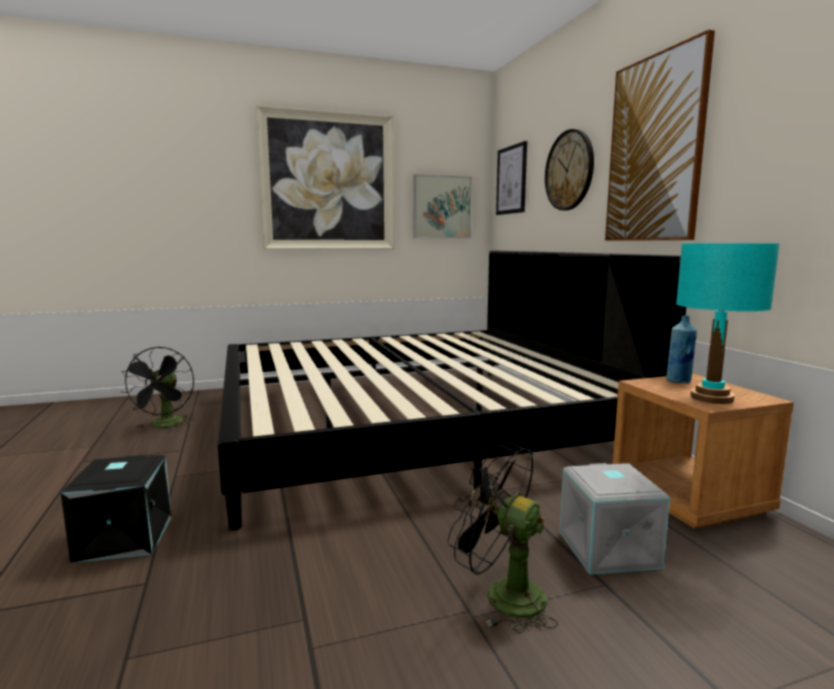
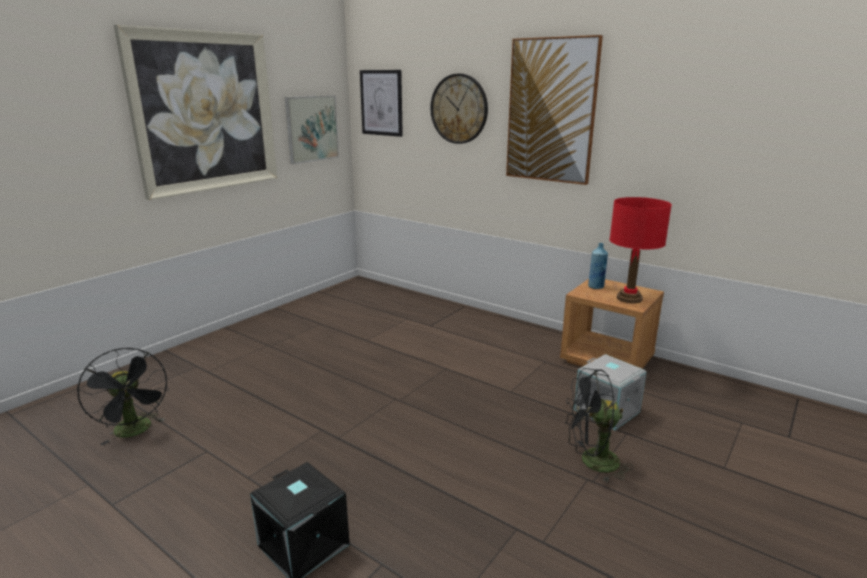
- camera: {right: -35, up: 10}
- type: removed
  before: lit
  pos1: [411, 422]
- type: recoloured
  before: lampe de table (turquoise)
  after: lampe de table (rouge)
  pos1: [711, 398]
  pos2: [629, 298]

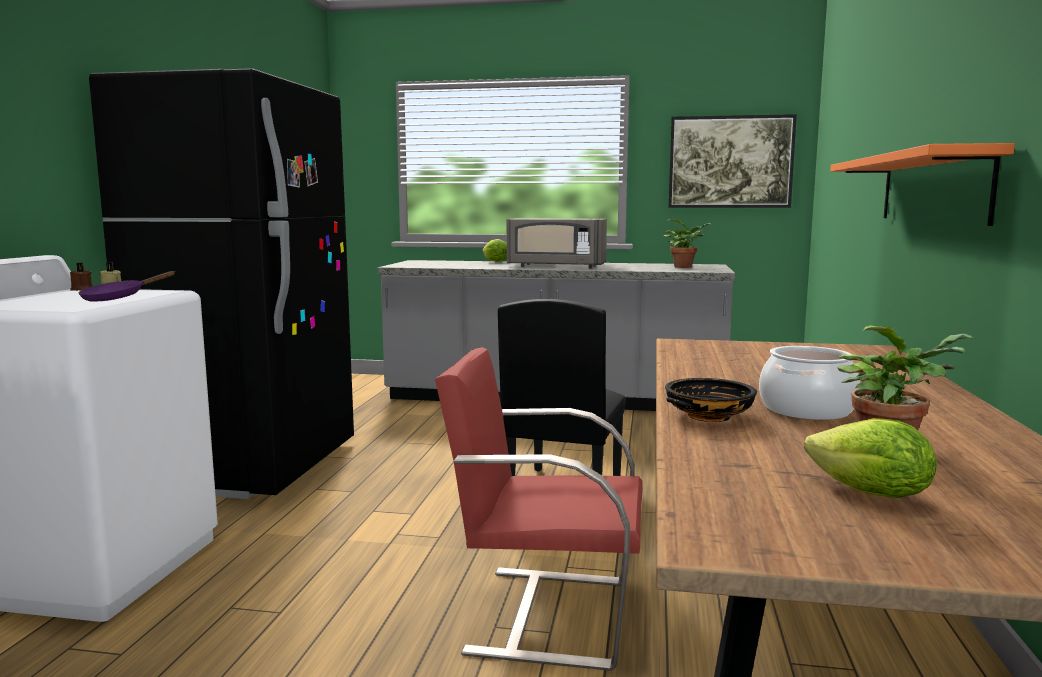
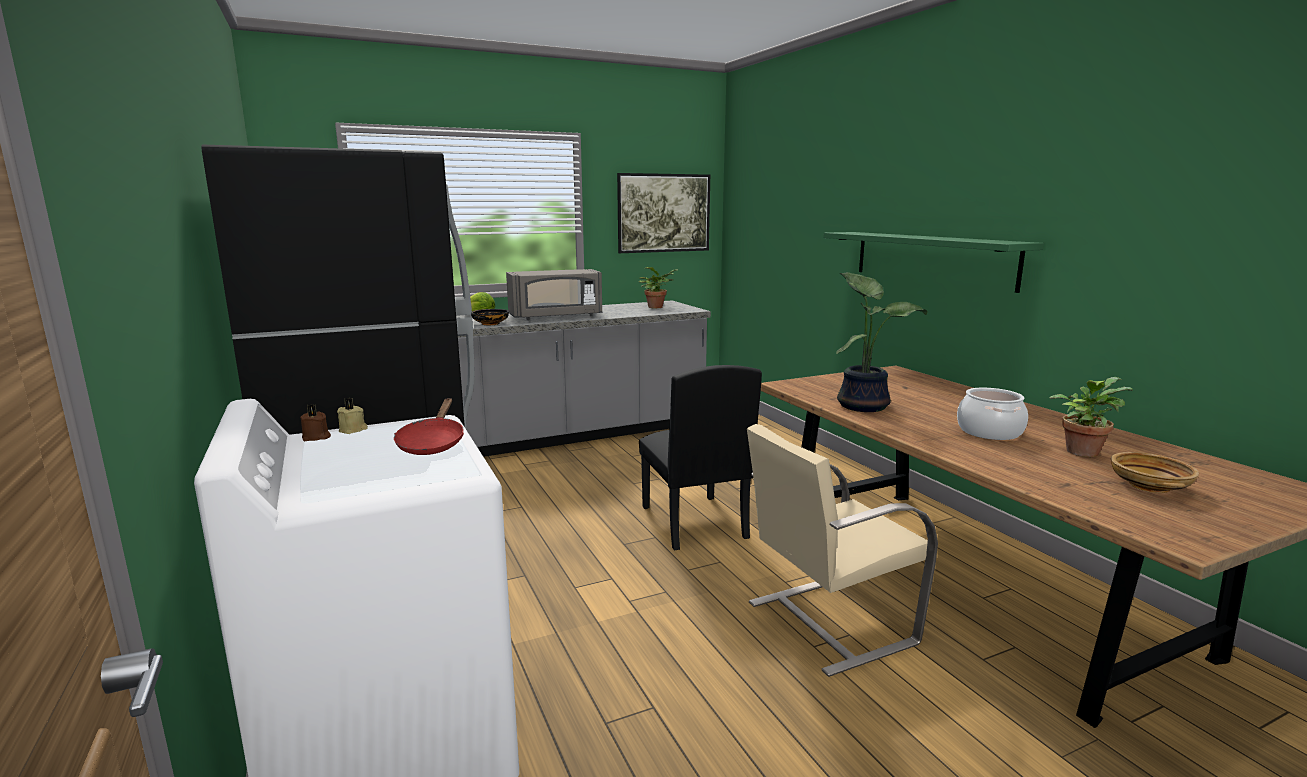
- camera: {right: -35, up: 5}
- type: added
  after: plante en pot
  pos2: [863, 405]
- type: moved
  before: bol (noir)
  pos1: [709, 415]
  pos2: [490, 323]
- type: replaced
  before: laitue
  after: bol (beige)
  pos1: [871, 494]
  pos2: [1150, 486]
- type: recoloured
  before: poêle (violet)
  after: poêle (rouge)
  pos1: [119, 298]
  pos2: [432, 443]
- type: recoloured
  before: chaise (rouge)
  after: chaise (beige)
  pos1: [545, 613]
  pos2: [827, 622]
- type: recoloured
  before: étagère (orange)
  after: étagère (vert)
  pos1: [931, 188]
  pos2: [931, 259]

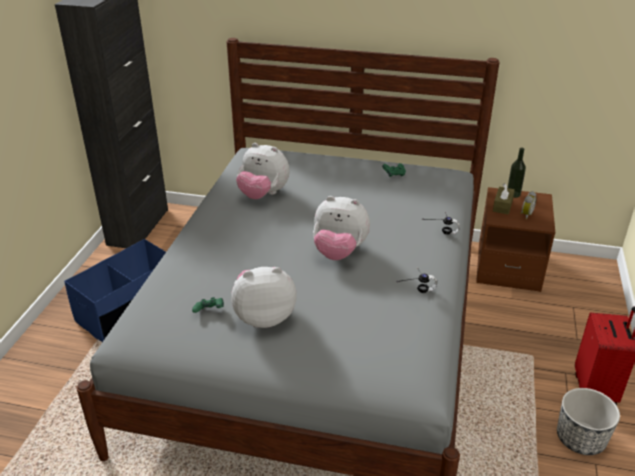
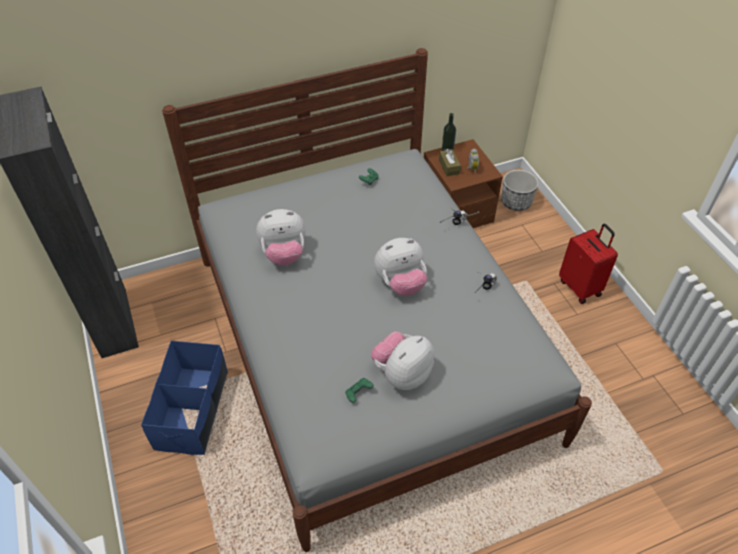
- camera: {right: -35, up: 15}
- type: moved
  before: cache-pot
  pos1: [580, 438]
  pos2: [515, 202]

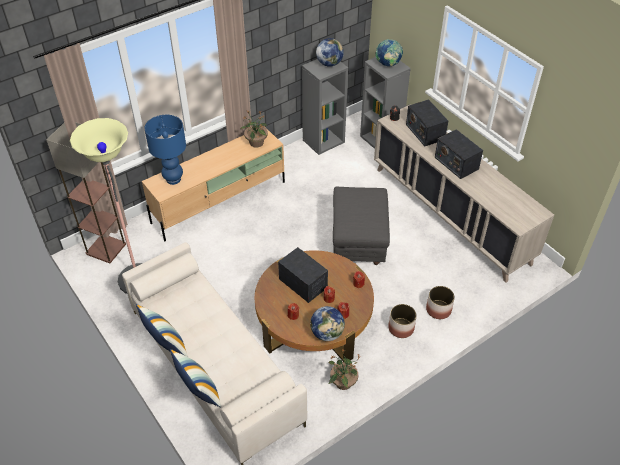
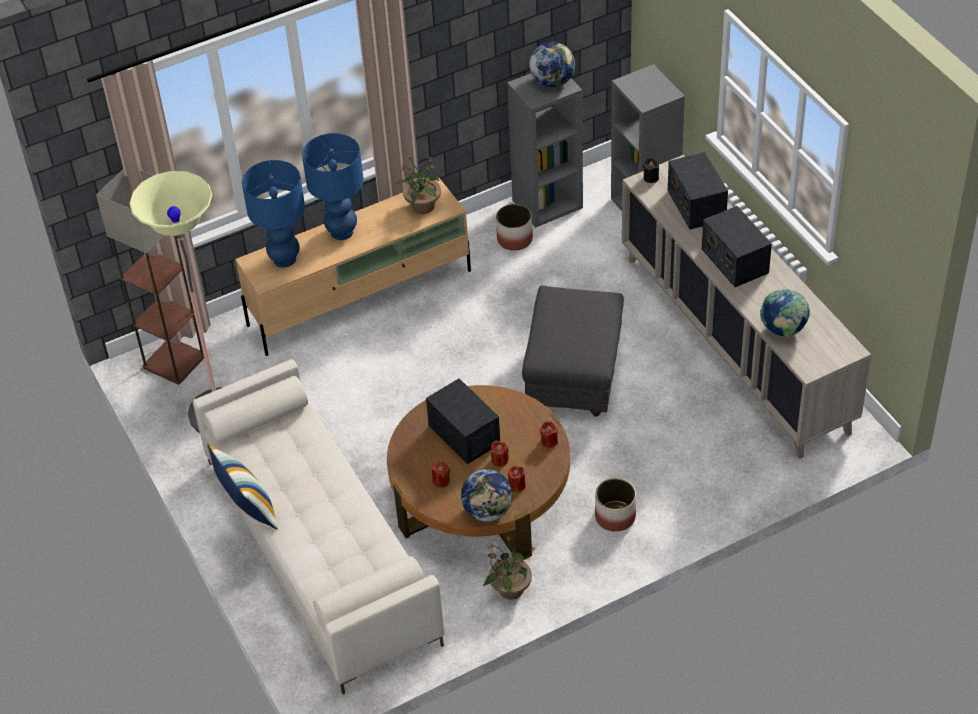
- camera: {right: 10, up: 0}
- type: removed
  before: coussin
  pos1: [199, 392]
- type: added
  after: lampe de table (bleu)
  pos2: [342, 232]
- type: moved
  before: globe
  pos1: [388, 65]
  pos2: [783, 330]
- type: moved
  before: cache-pot
  pos1: [438, 310]
  pos2: [515, 239]

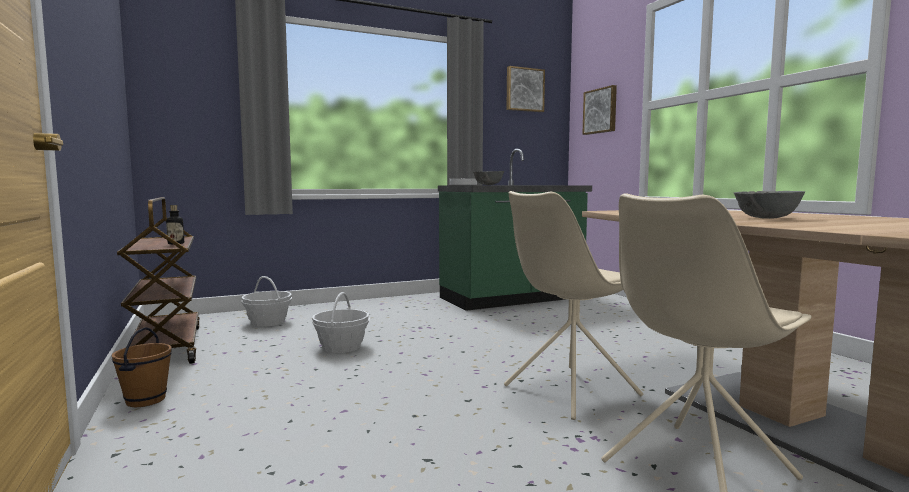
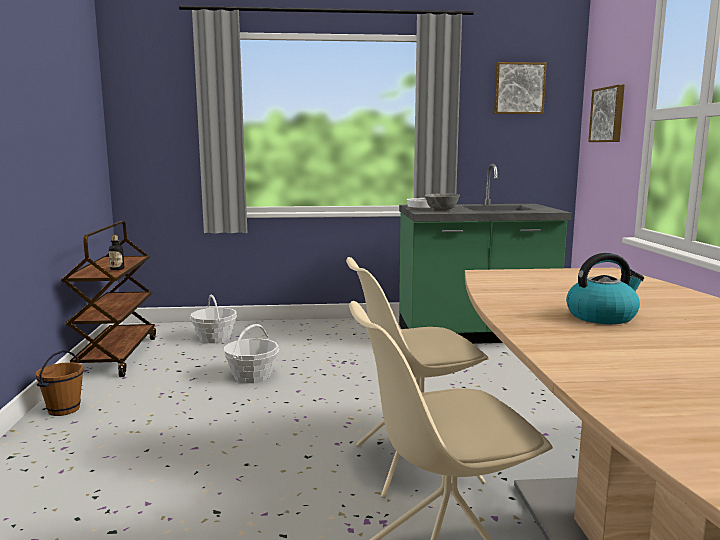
- camera: {right: 20, up: 5}
- type: replaced
  before: bol (gris)
  after: bouilloire
  pos1: [766, 218]
  pos2: [602, 316]

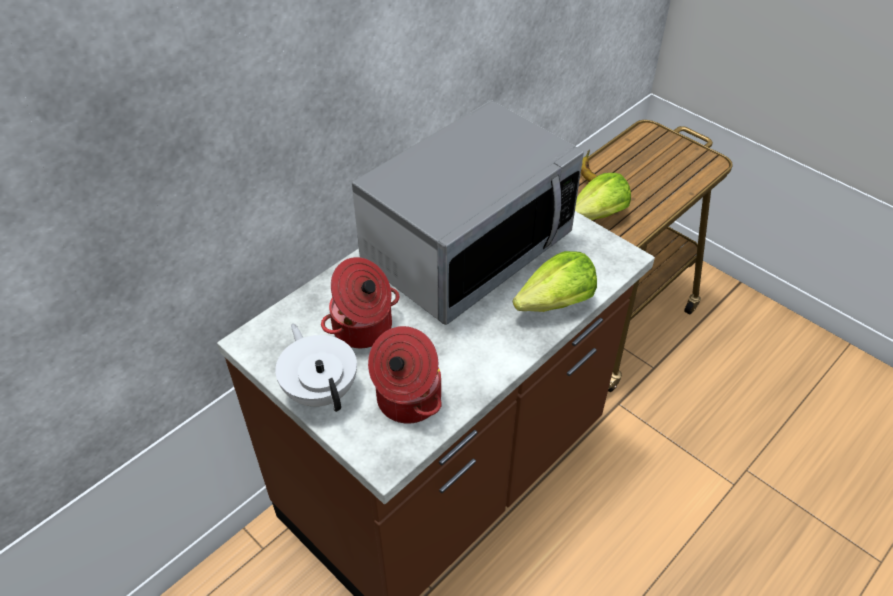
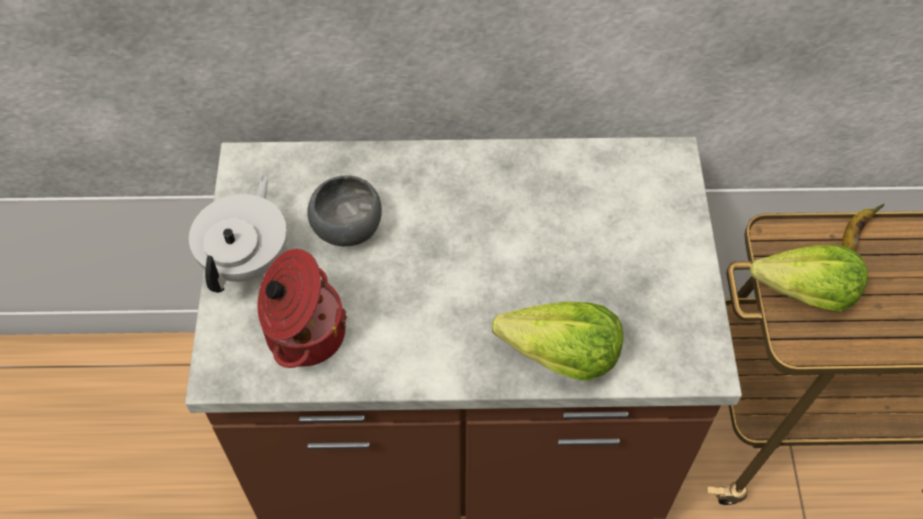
- camera: {right: 45, up: 10}
- type: removed
  before: micro-ondes
  pos1: [467, 249]
- type: replaced
  before: marmite
  after: bol (gris)
  pos1: [363, 329]
  pos2: [349, 229]

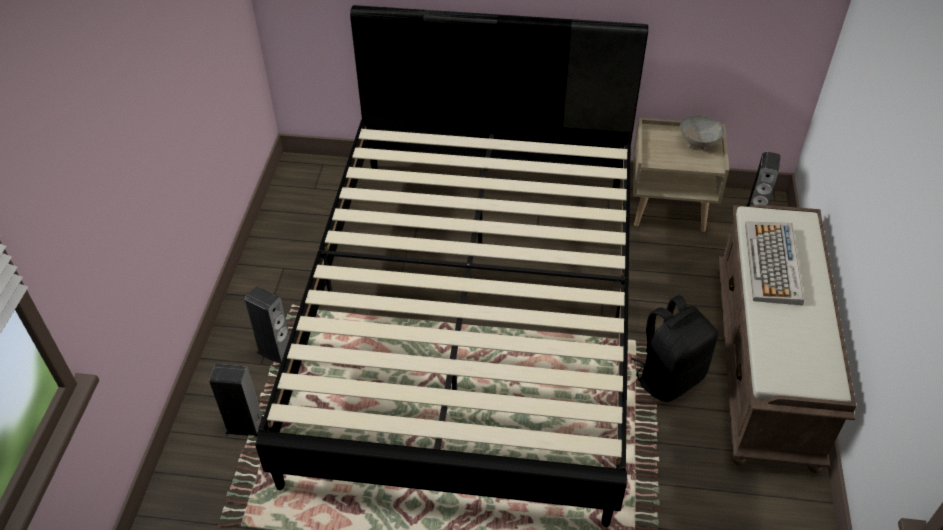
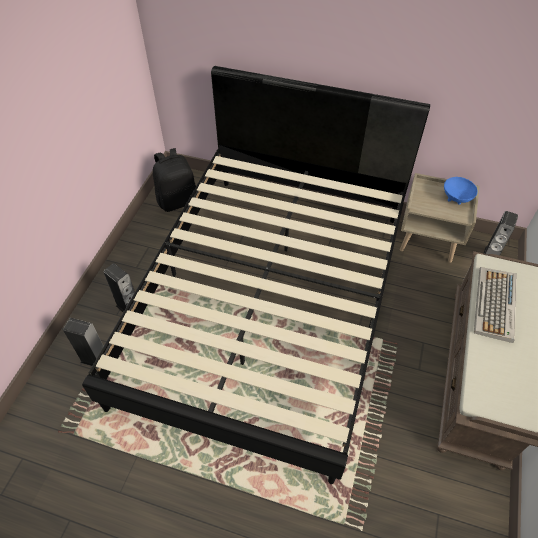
- camera: {right: 10, up: 5}
- type: moved
  before: sac à dos (noir)
  pos1: [669, 376]
  pos2: [178, 200]
- type: recoloured
  before: bol (gris)
  after: bol (bleu)
  pos1: [699, 143]
  pos2: [457, 198]

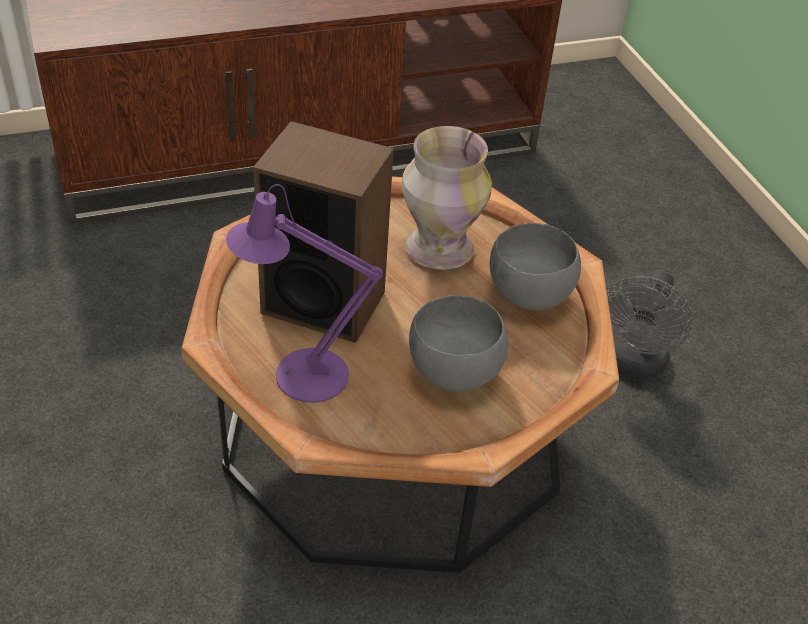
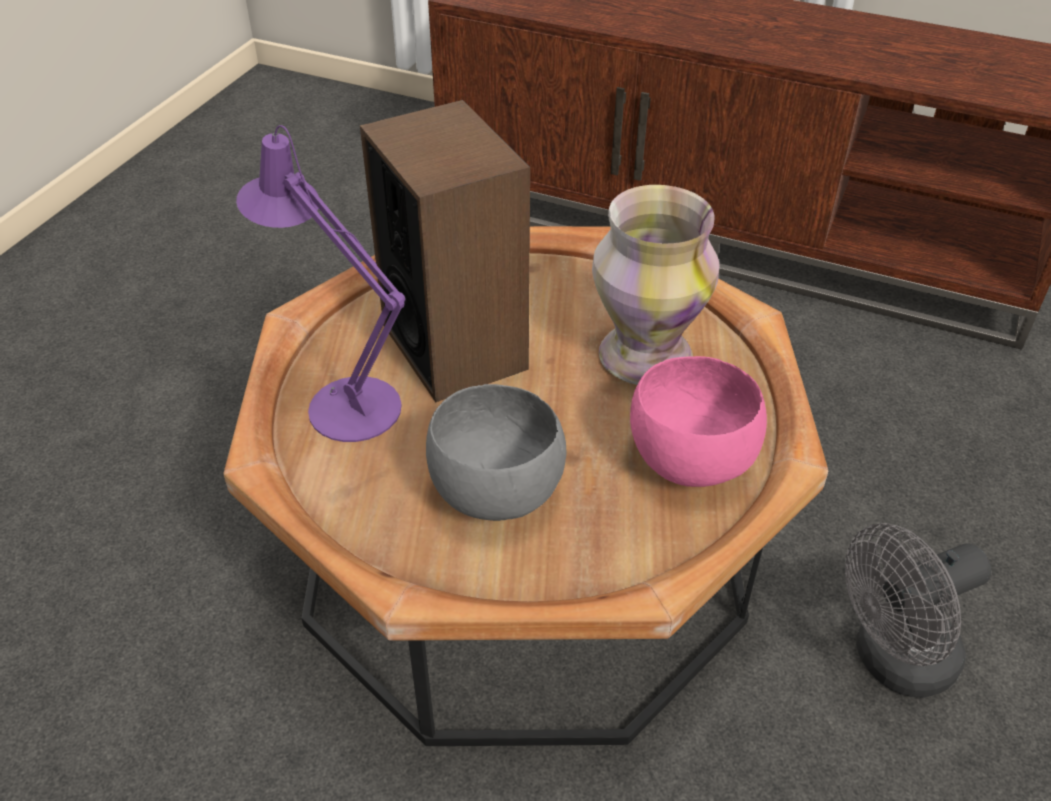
- camera: {right: 45, up: 0}
- type: recoloured
  before: bol (gris)
  after: bol (rose)
  pos1: [527, 296]
  pos2: [687, 461]

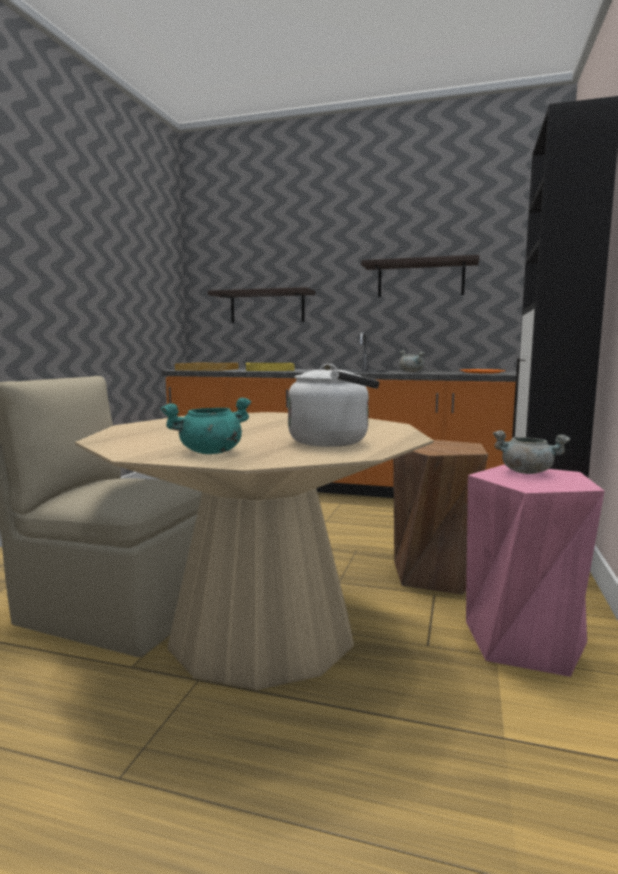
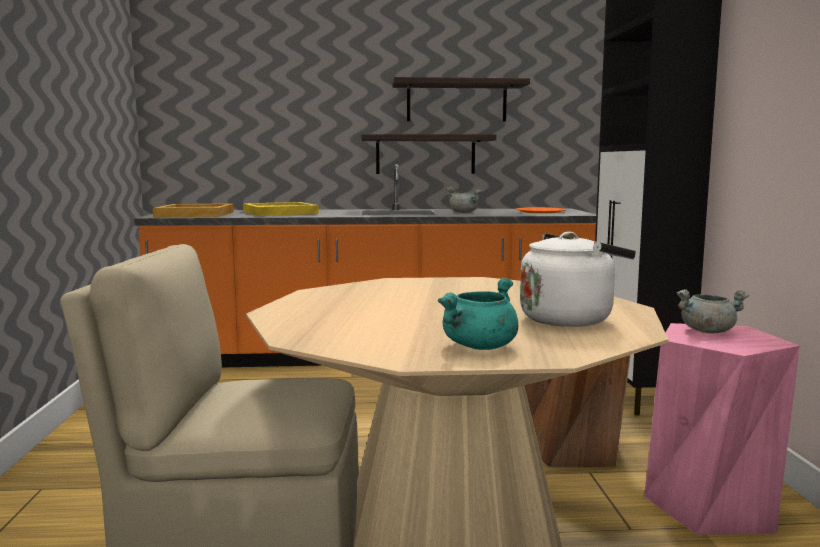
- camera: {right: -20, up: 0}
- type: moved
  before: étagère
  pos1: [267, 307]
  pos2: [425, 154]

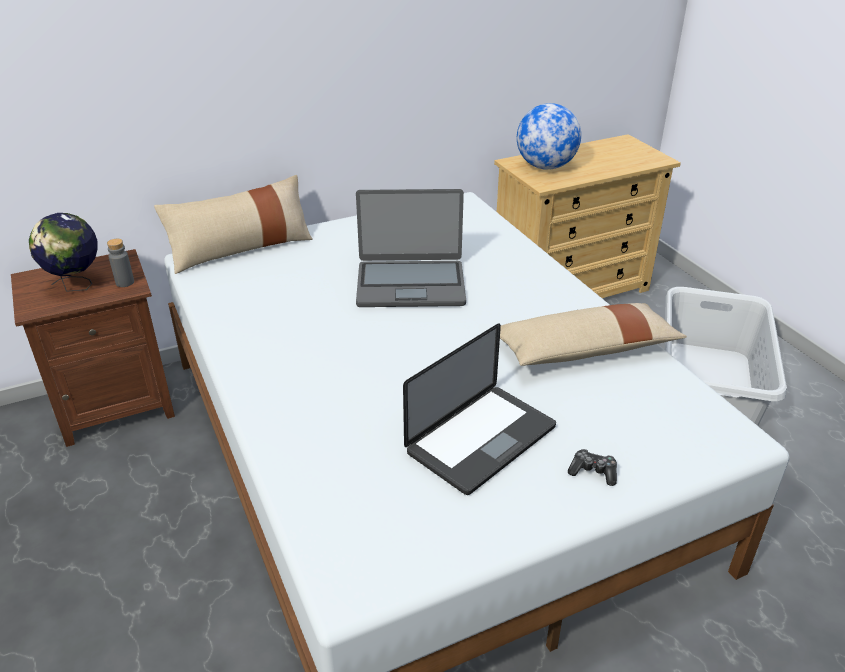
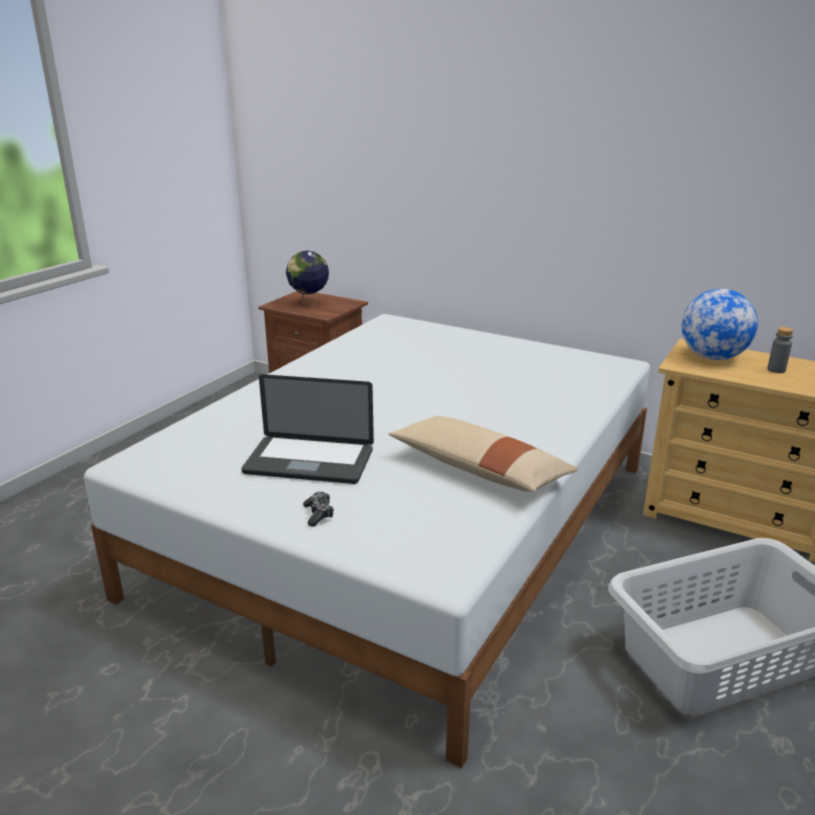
- camera: {right: 55, up: -10}
- type: removed
  before: coussin (beige)
  pos1: [241, 249]
- type: removed
  before: ordinateur portable
  pos1: [410, 284]
- type: moved
  before: bouteille (gris)
  pos1: [125, 282]
  pos2: [776, 370]

